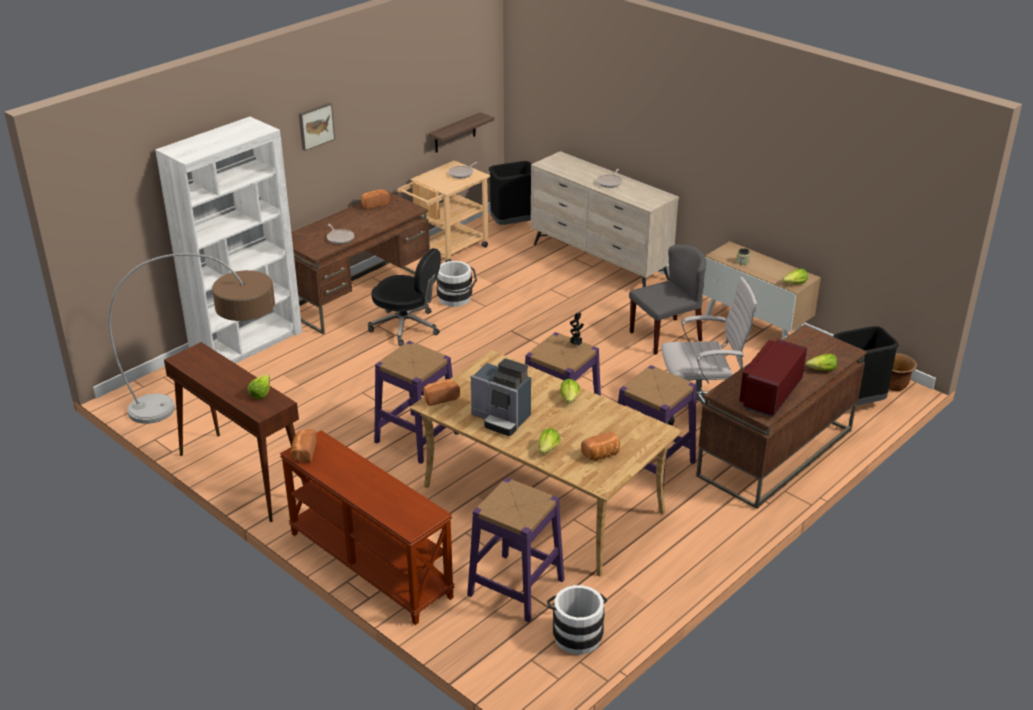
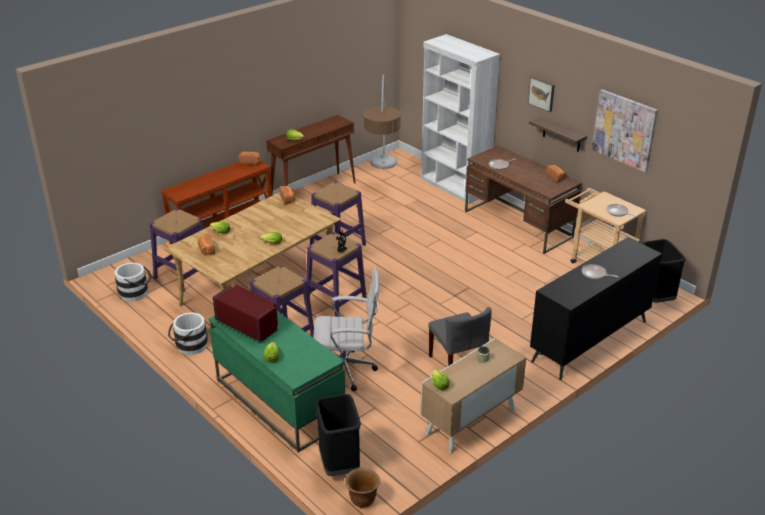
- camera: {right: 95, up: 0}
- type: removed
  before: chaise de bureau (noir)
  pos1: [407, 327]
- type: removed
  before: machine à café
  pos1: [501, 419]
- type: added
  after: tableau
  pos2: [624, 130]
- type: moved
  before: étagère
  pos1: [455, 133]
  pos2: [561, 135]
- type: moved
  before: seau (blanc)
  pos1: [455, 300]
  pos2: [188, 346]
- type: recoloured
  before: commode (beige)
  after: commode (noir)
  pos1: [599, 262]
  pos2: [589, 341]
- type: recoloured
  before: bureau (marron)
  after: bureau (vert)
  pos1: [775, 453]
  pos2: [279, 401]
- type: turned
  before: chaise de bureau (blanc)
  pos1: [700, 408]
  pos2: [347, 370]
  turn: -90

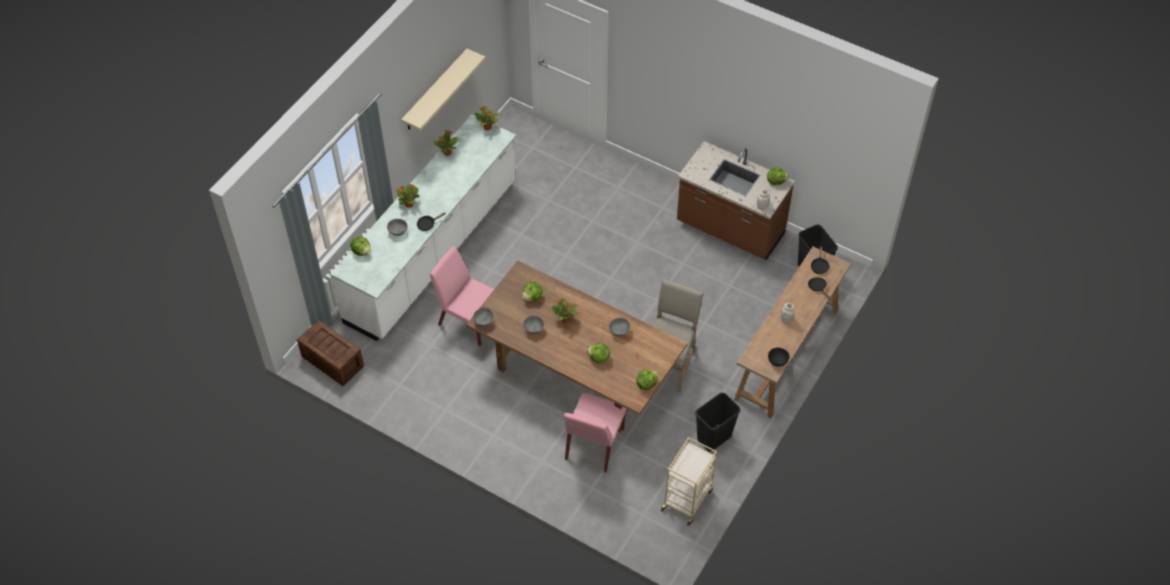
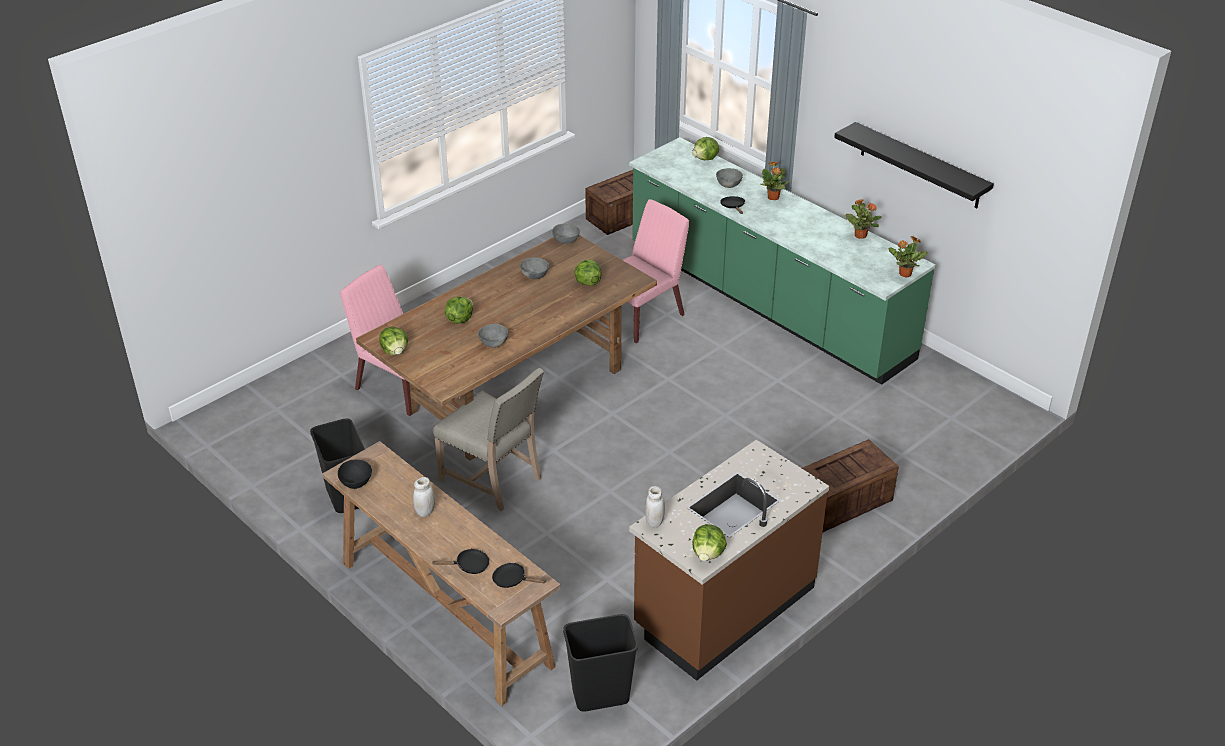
- camera: {right: 105, up: -15}
- type: removed
  before: plante en pot
  pos1: [565, 319]
- type: removed
  before: chariot (beige)
  pos1: [687, 499]
- type: added
  after: caisse
  pos2: [842, 503]
- type: recoloured
  before: comptoir de cuisine (blanc)
  after: comptoir de cuisine (vert)
  pos1: [433, 252]
  pos2: [766, 303]
- type: recoloured
  before: étagère (beige)
  after: étagère (noir)
  pos1: [435, 91]
  pos2: [920, 166]

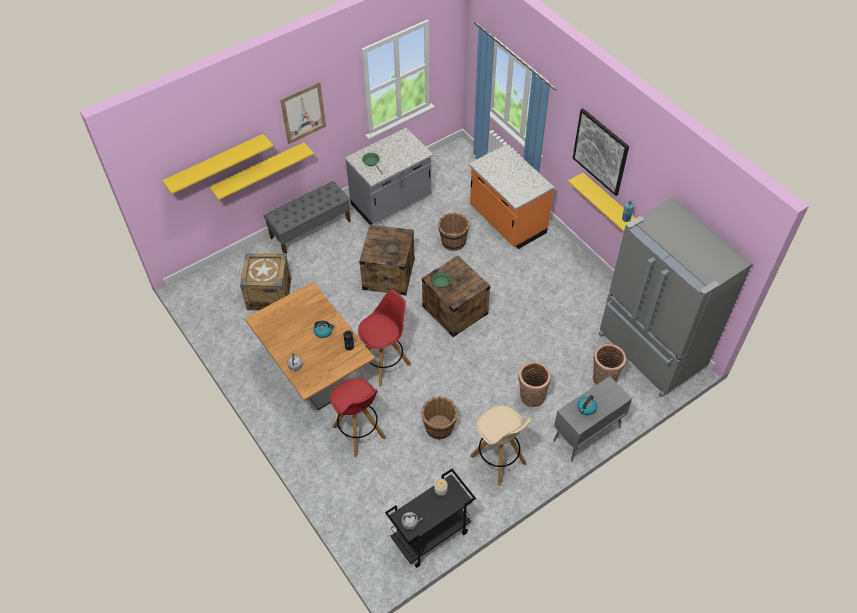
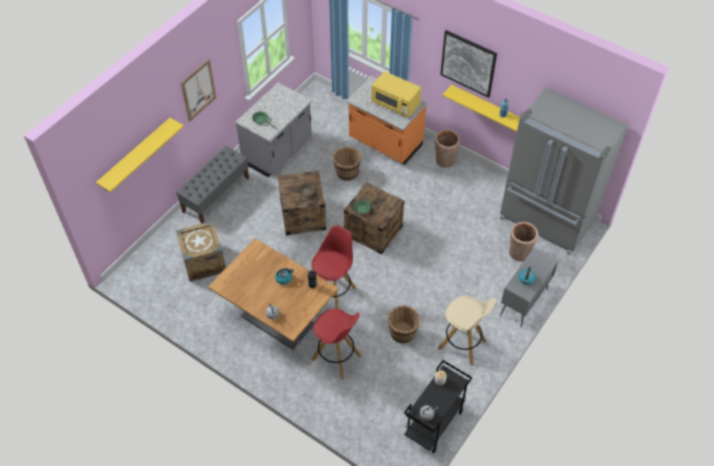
- camera: {right: -20, up: 0}
- type: removed
  before: étagère (jaune)
  pos1: [258, 171]
- type: added
  after: micro-ondes (jaune)
  pos2: [395, 104]
- type: moved
  before: panier
  pos1: [531, 398]
  pos2: [444, 161]

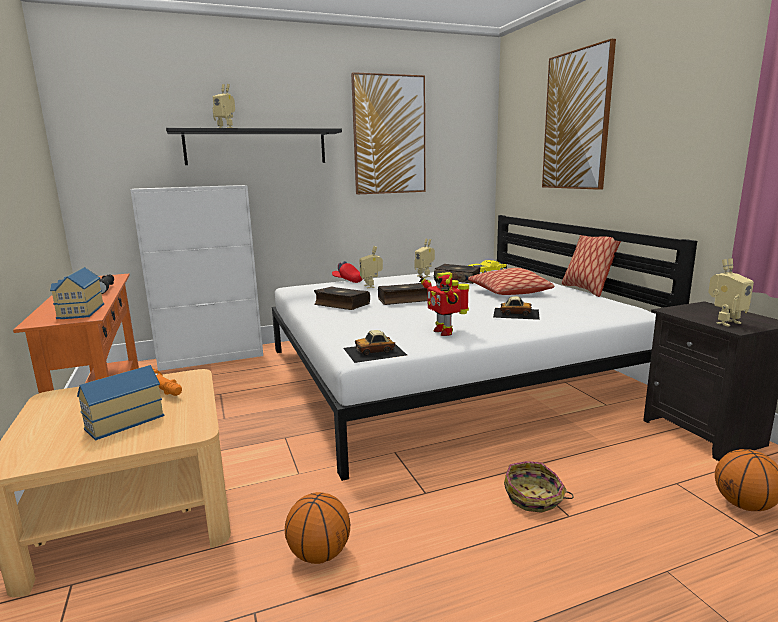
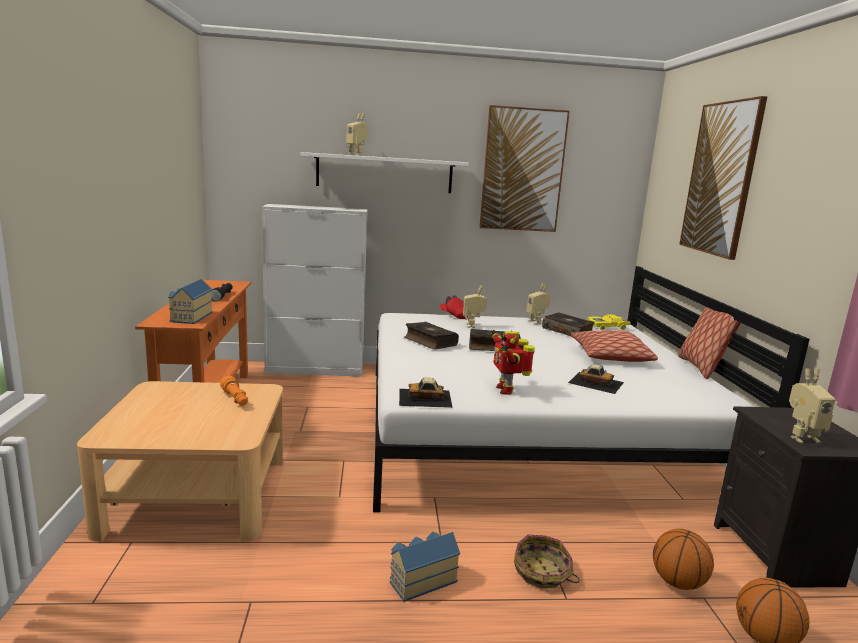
- camera: {right: 15, up: 0}
- type: moved
  before: maison miniature
  pos1: [122, 421]
  pos2: [421, 580]
- type: moved
  before: ballon de basket
  pos1: [319, 554]
  pos2: [677, 582]
- type: recoloured
  before: étagère (noir)
  after: étagère (blanc)
  pos1: [256, 147]
  pos2: [384, 173]

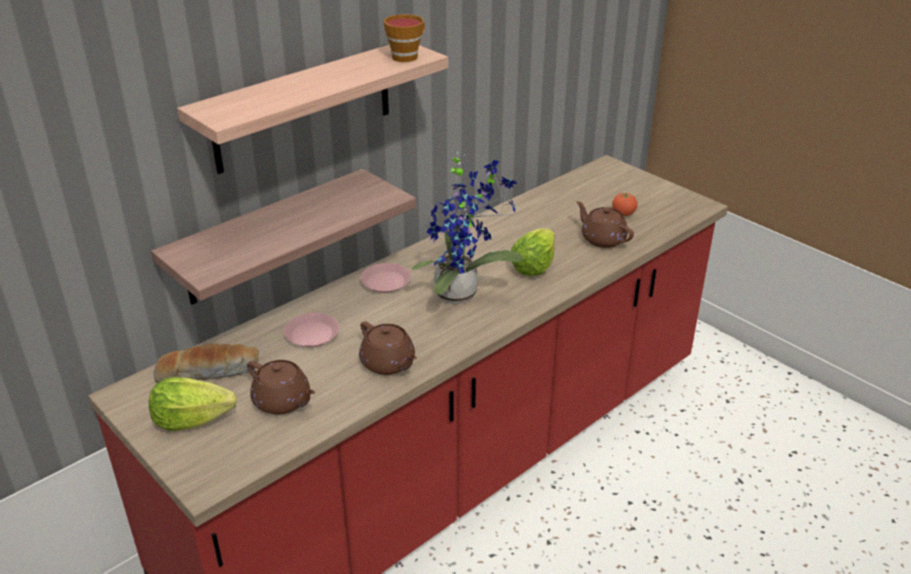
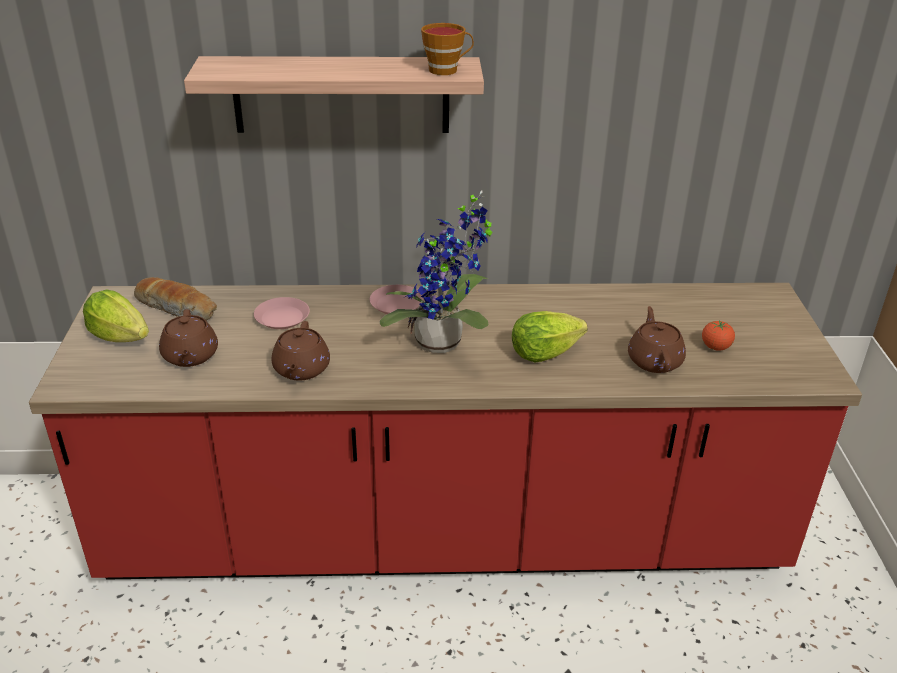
- camera: {right: 40, up: 0}
- type: removed
  before: étagère
  pos1: [268, 237]

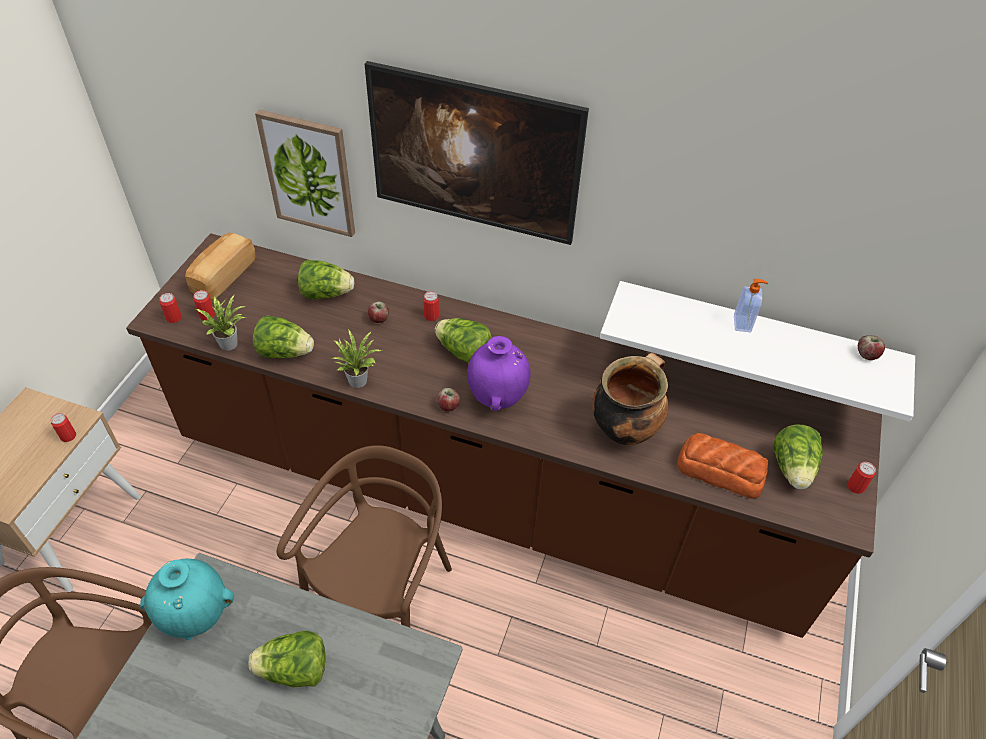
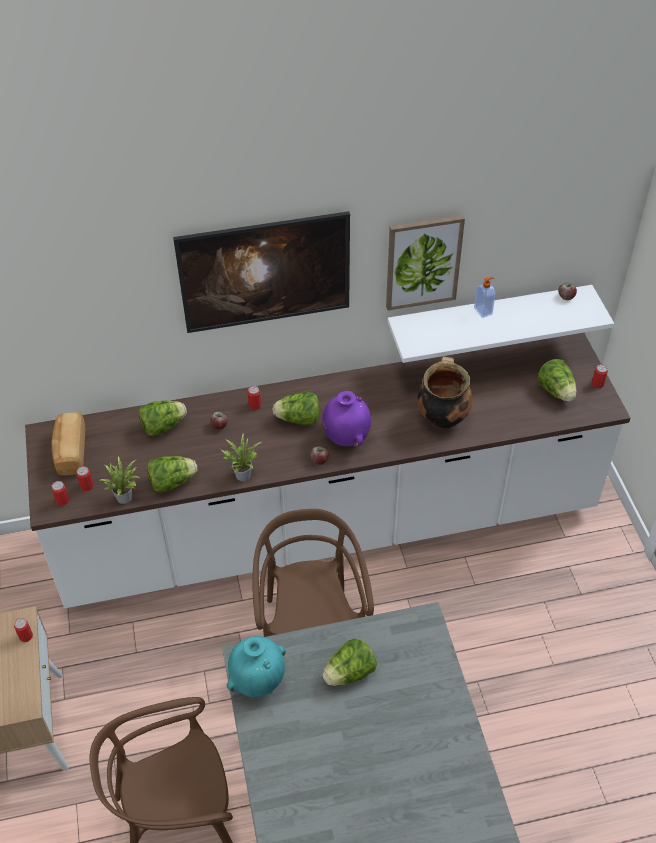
- camera: {right: -30, up: 0}
- type: removed
  before: pain
  pos1: [719, 470]
- type: moved
  before: tableau
  pos1: [309, 173]
  pos2: [423, 262]
- type: recoloured
  before: comptoir de cuisine (marron)
  after: comptoir de cuisine (blanc)
  pos1: [488, 492]
  pos2: [329, 526]

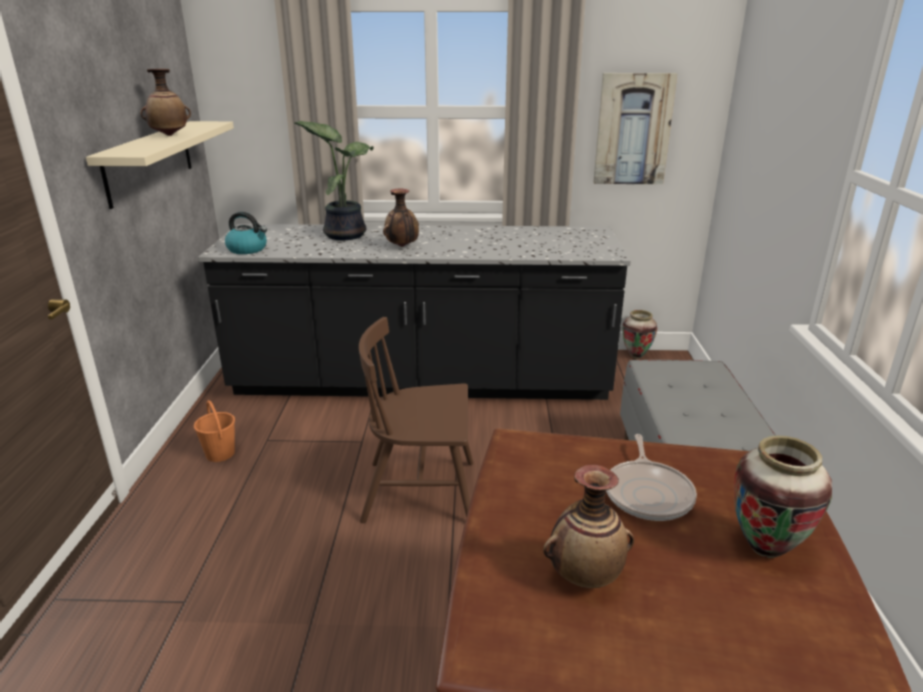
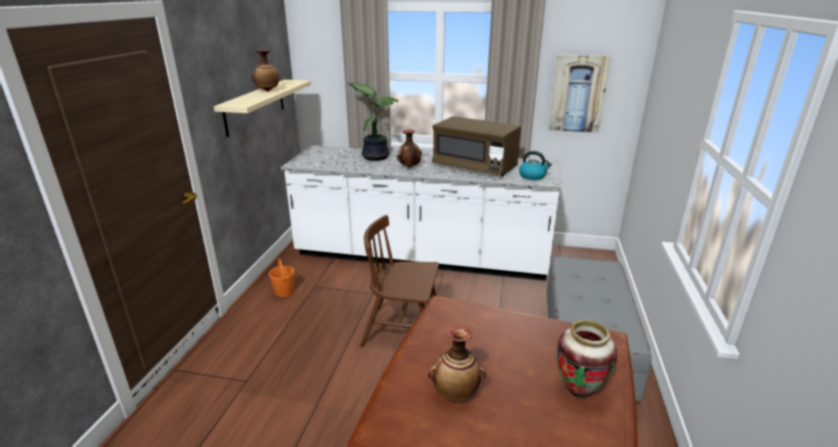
- camera: {right: 10, up: 0}
- type: removed
  before: poêle
  pos1: [648, 493]
- type: removed
  before: vase
  pos1: [636, 356]
- type: added
  after: micro-ondes (marron)
  pos2: [474, 167]
- type: moved
  before: bouilloire
  pos1: [248, 249]
  pos2: [533, 176]
- type: recoloured
  before: comptoir de cuisine (noir)
  after: comptoir de cuisine (blanc)
  pos1: [422, 382]
  pos2: [421, 257]

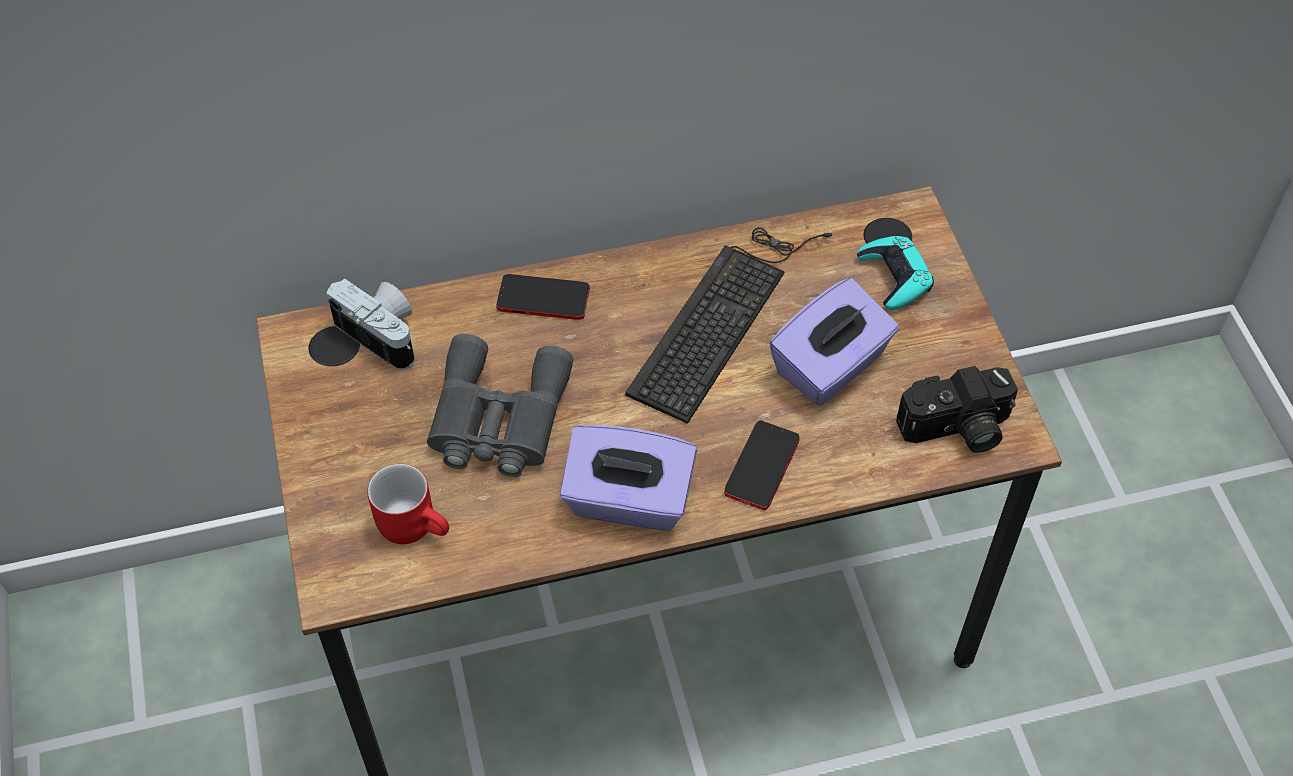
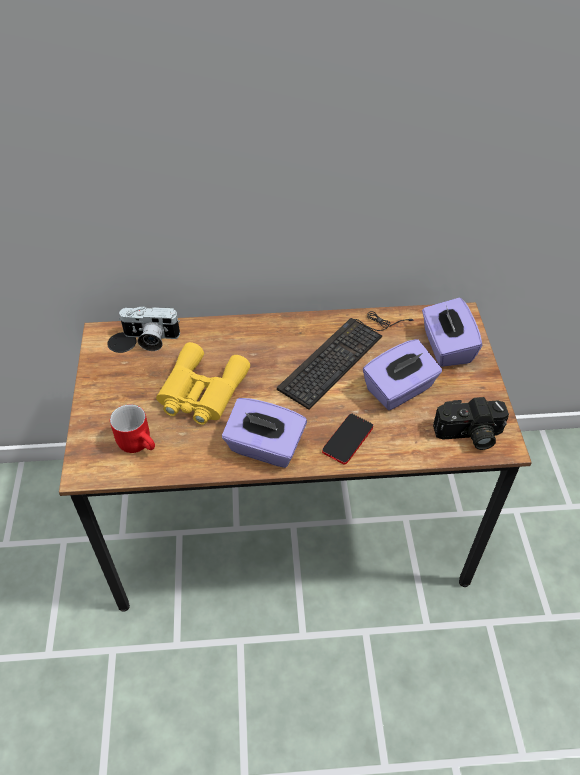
- camera: {right: 10, up: -5}
- type: removed
  before: téléphone
  pos1: [543, 298]
- type: replaced
  before: manette (turquoise)
  after: boîte à mouchoirs (violet)
  pos1: [894, 277]
  pos2: [446, 347]
- type: recoloured
  before: jumelles (gris)
  after: jumelles (jaune)
  pos1: [497, 419]
  pos2: [200, 392]
- type: turned
  before: appareil photo
  pos1: [384, 333]
  pos2: [150, 339]
  turn: 135

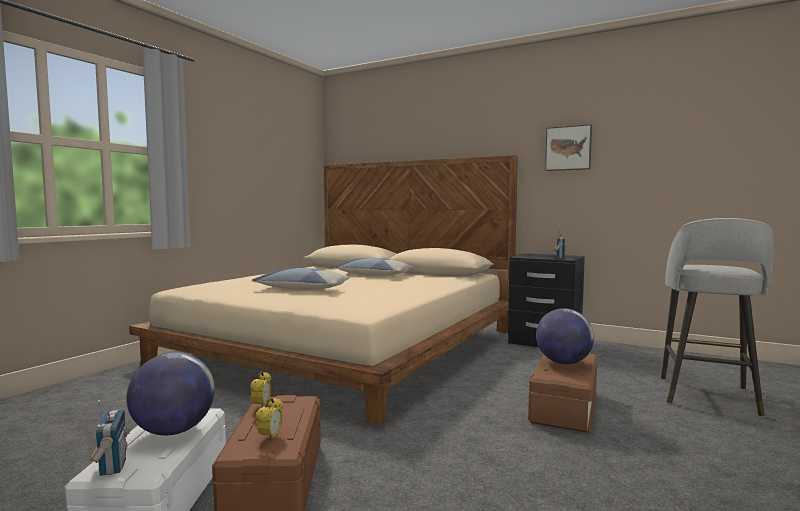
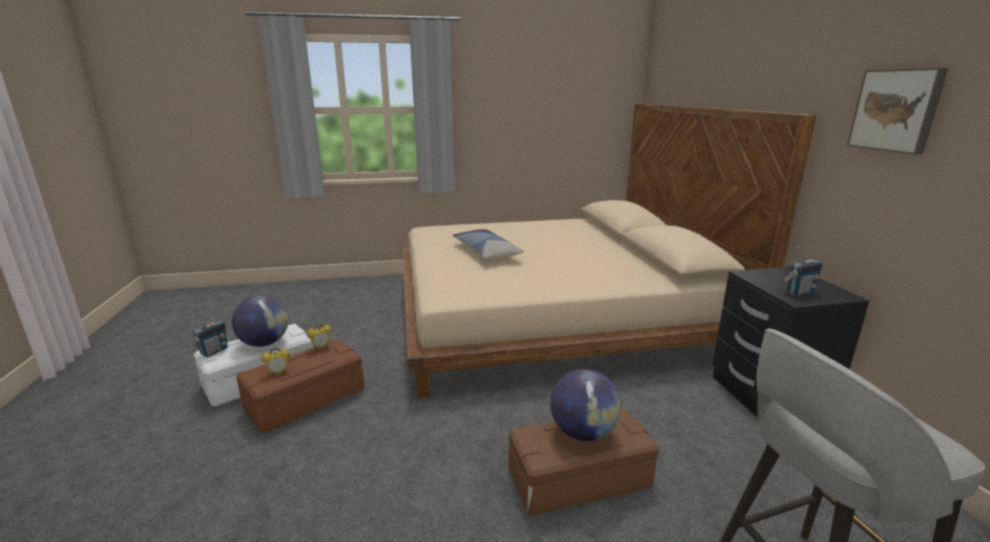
- camera: {right: 50, up: 15}
- type: removed
  before: coussin
  pos1: [373, 275]

